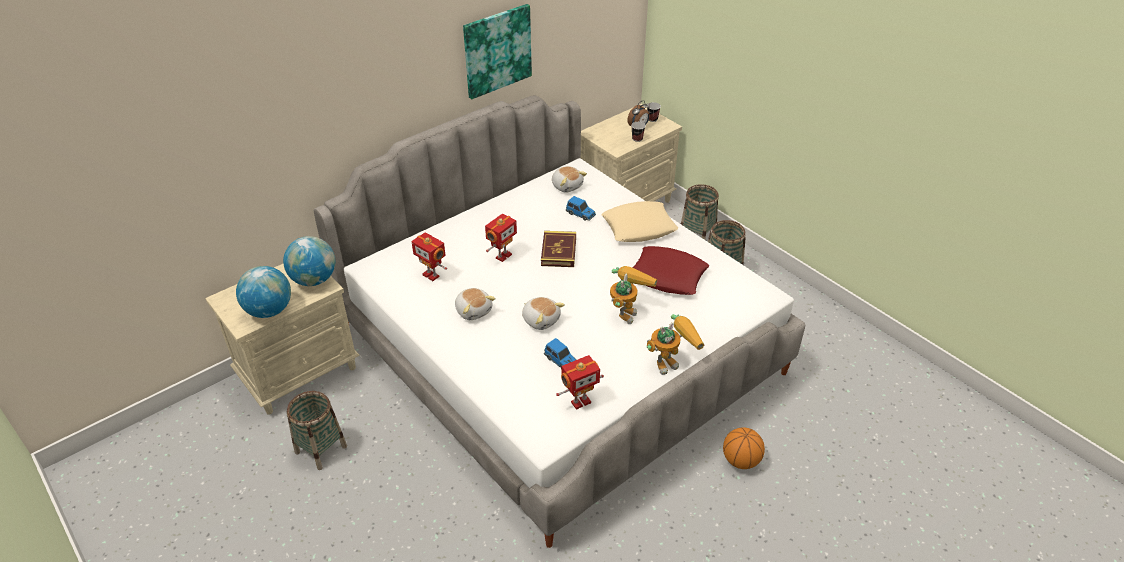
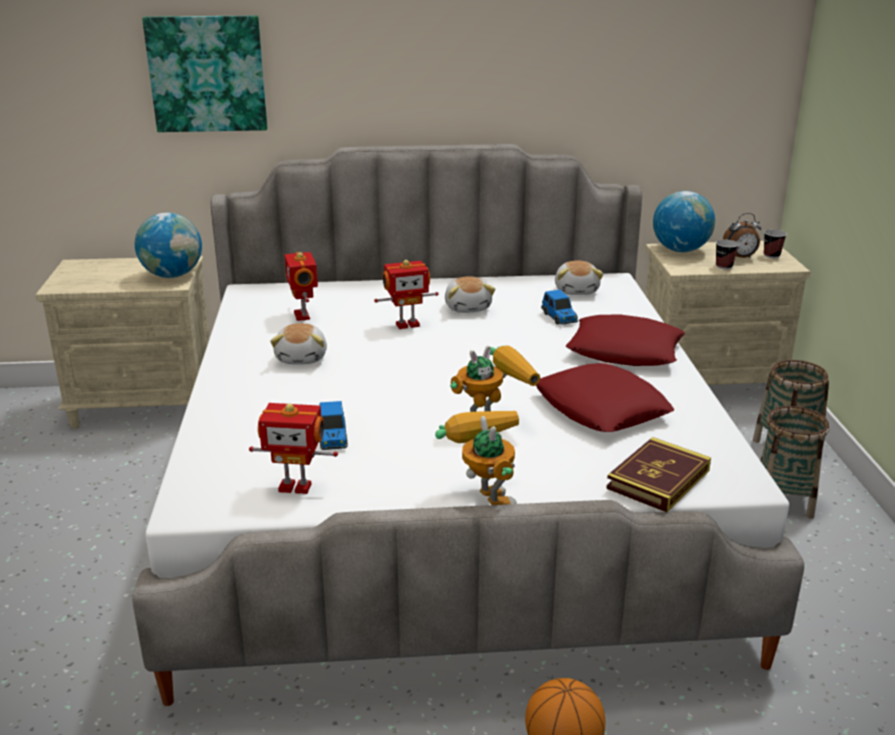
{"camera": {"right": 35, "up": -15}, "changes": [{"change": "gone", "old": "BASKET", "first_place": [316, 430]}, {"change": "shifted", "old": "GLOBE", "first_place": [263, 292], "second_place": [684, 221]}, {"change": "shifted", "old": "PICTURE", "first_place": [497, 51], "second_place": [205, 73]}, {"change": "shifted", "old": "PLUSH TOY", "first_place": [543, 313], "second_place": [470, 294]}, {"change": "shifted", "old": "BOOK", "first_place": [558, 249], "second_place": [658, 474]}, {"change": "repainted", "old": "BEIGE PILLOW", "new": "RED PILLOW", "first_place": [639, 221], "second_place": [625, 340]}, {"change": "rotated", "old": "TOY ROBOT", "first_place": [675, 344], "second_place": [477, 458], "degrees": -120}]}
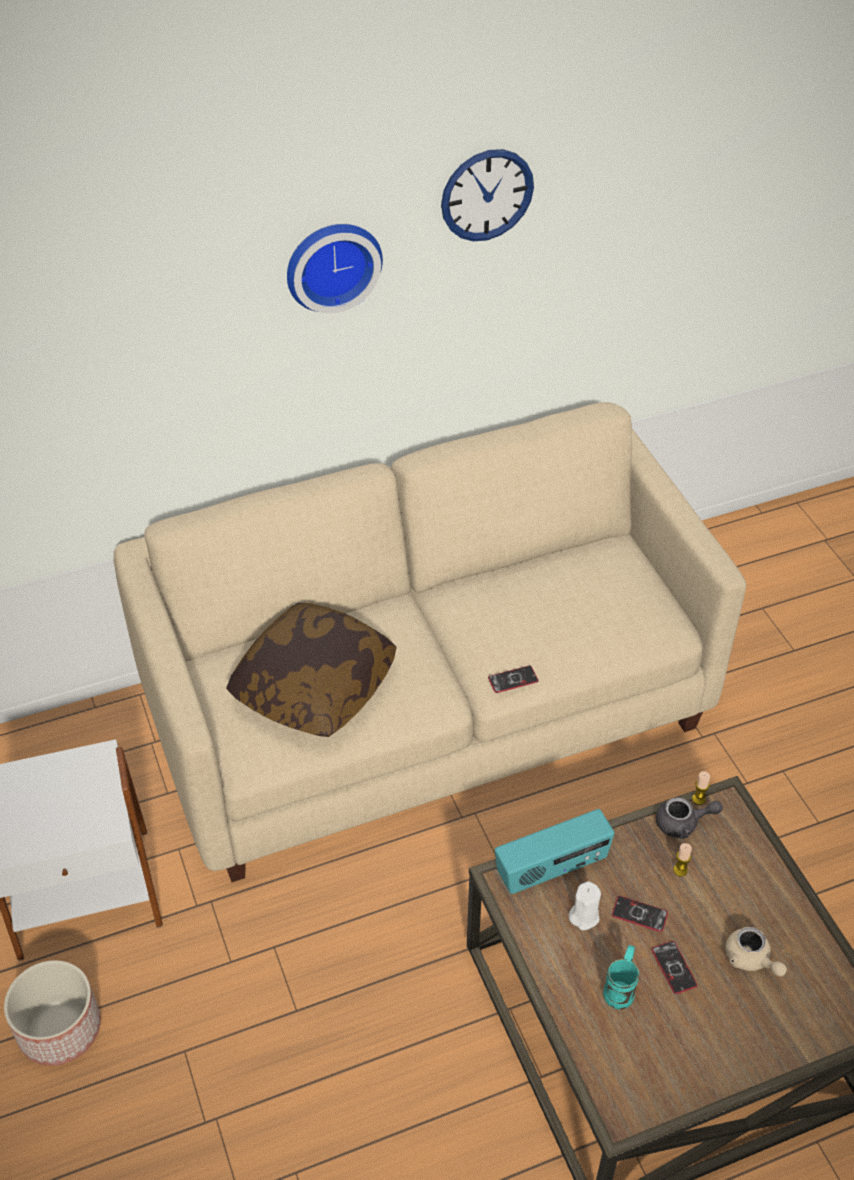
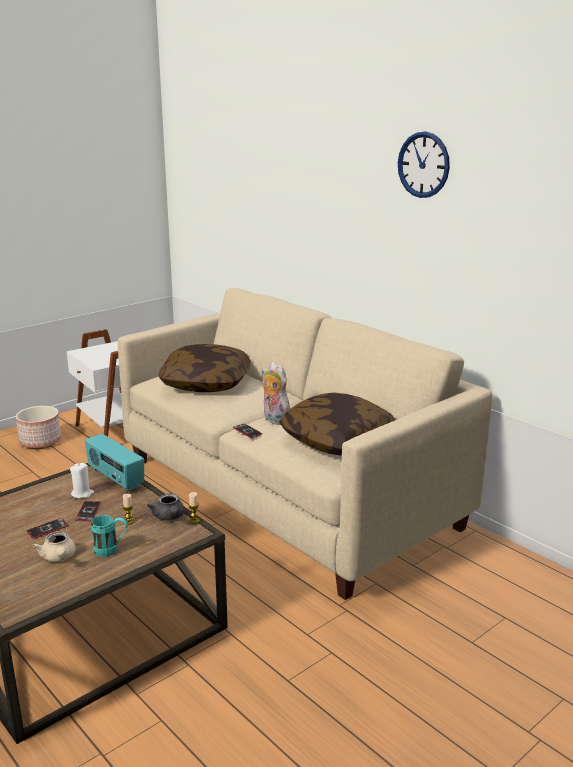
{"camera": {"right": 70, "up": -25}, "changes": [{"change": "gone", "old": "WALL CLOCK", "first_place": [335, 268]}, {"change": "new", "new": "PLUSH TOY", "second_place": [276, 393]}, {"change": "new", "new": "PILLOW", "second_place": [337, 424]}, {"change": "shifted", "old": "TURQUOISE MUG", "first_place": [621, 977], "second_place": [109, 536]}, {"change": "rotated", "old": "BEIGE TEAPOT", "first_place": [756, 951], "second_place": [54, 546], "degrees": -60}]}
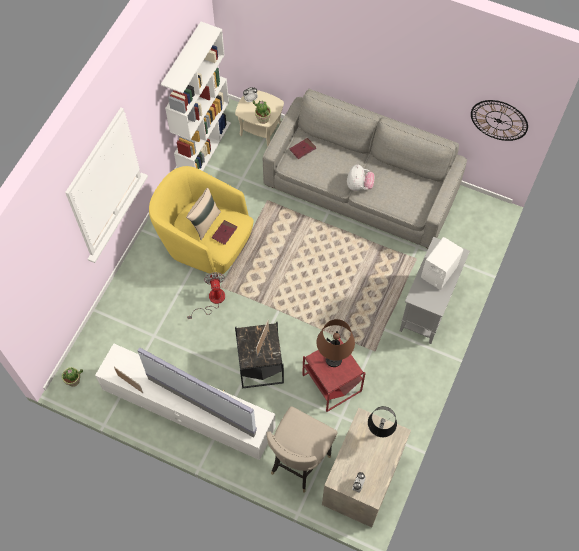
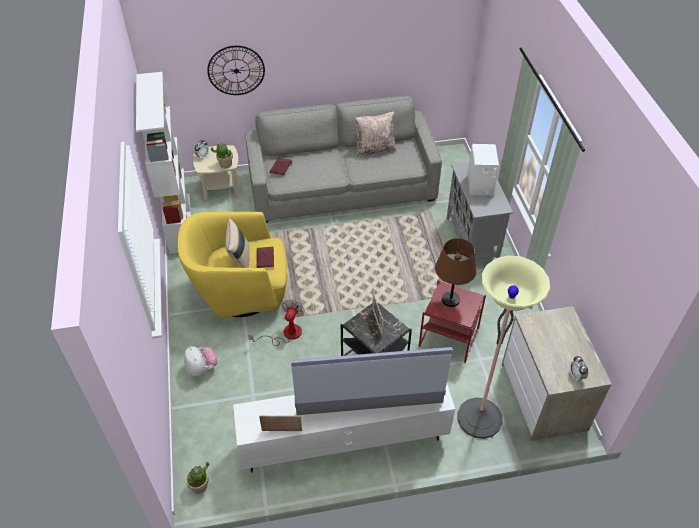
{"camera": {"right": -35, "up": -15}, "changes": [{"change": "gone", "old": "TABLE LAMP", "first_place": [382, 421]}, {"change": "new", "new": "BEIGE PILLOW", "second_place": [375, 134]}, {"change": "shifted", "old": "PLUSH TOY", "first_place": [360, 177], "second_place": [201, 361]}, {"change": "shifted", "old": "WALL CLOCK", "first_place": [499, 120], "second_place": [236, 70]}, {"change": "swapped", "old": "BEIGE STOOL", "new": "FLOOR LAMP", "first_place": [302, 449], "second_place": [504, 347]}, {"change": "rotated", "old": "FAN", "first_place": [206, 295], "second_place": [276, 323], "degrees": 60}]}
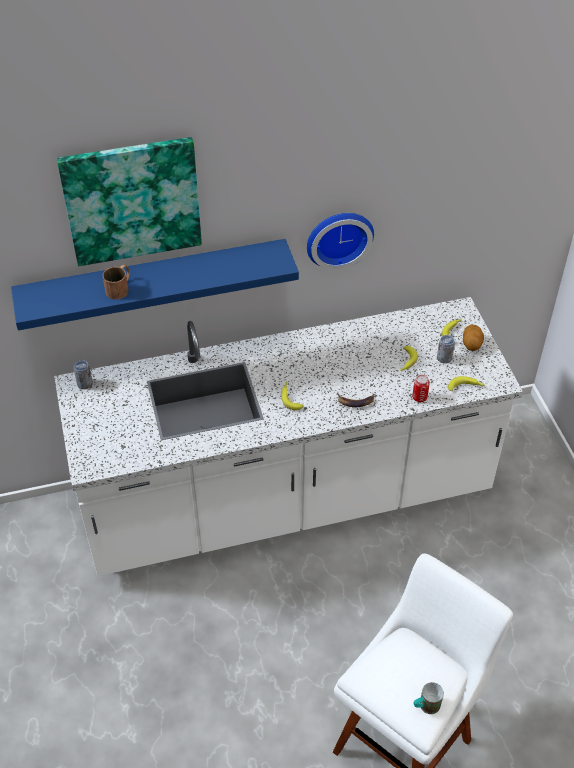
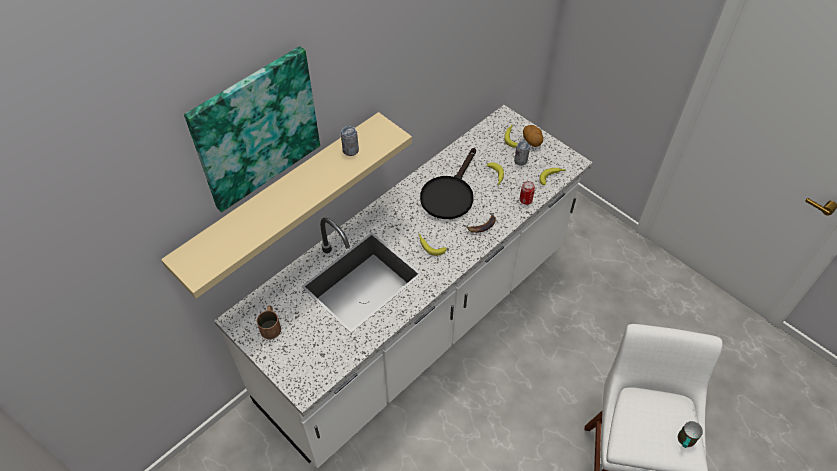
{"camera": {"right": -30, "up": 5}, "changes": [{"change": "gone", "old": "WALL CLOCK", "first_place": [340, 241]}, {"change": "new", "new": "BLACK FRYING PAN", "second_place": [448, 183]}, {"change": "shifted", "old": "CAN", "first_place": [83, 374], "second_place": [350, 141]}, {"change": "shifted", "old": "BROWN MUG", "first_place": [116, 282], "second_place": [269, 322]}, {"change": "repainted", "old": "BLUE SHELF", "new": "BEIGE SHELF", "first_place": [155, 284], "second_place": [286, 205]}]}
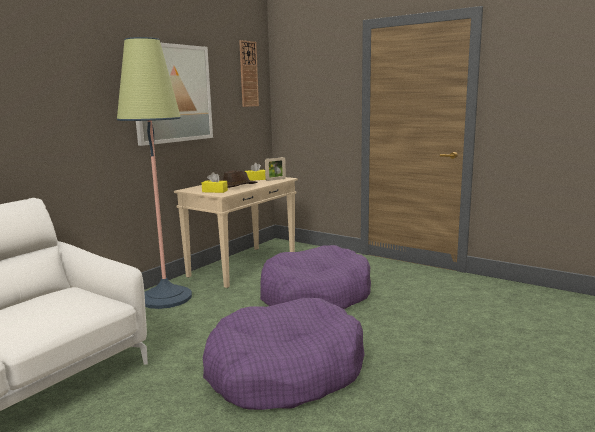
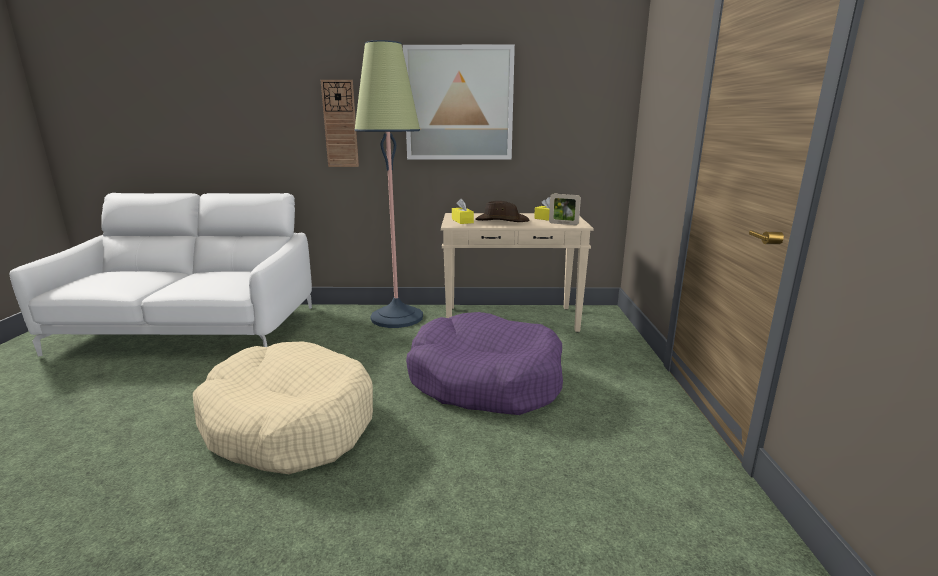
{"camera": {"right": 55, "up": 5}, "changes": [{"change": "shifted", "old": "WALL CLOCK", "first_place": [249, 73], "second_place": [340, 123]}, {"change": "repainted", "old": "PURPLE DOG BED", "new": "BEIGE DOG BED", "first_place": [284, 354], "second_place": [283, 407]}]}
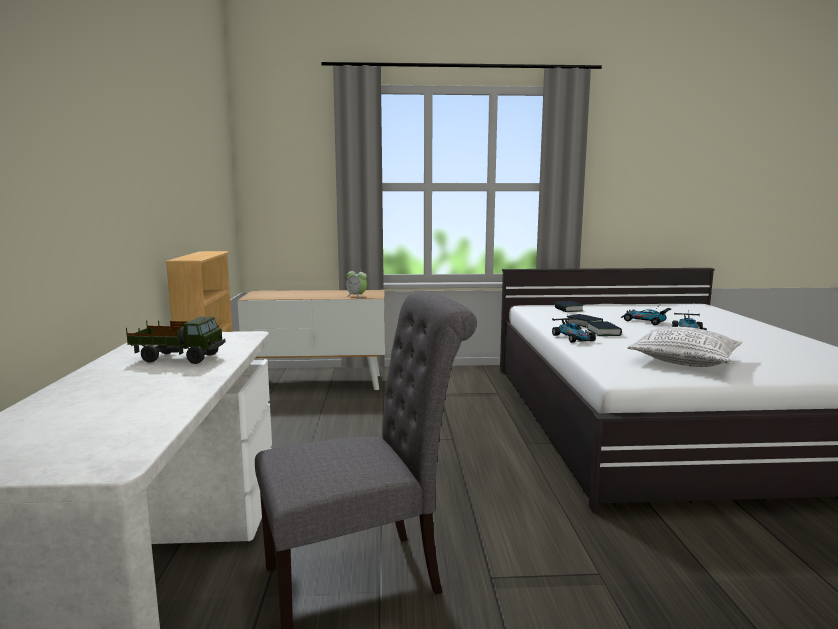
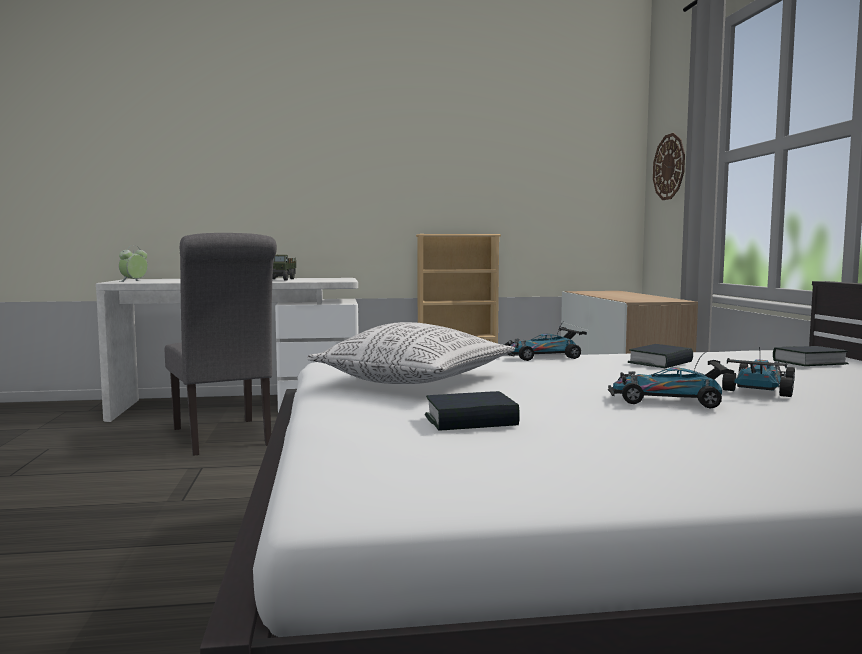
{"camera": {"right": 85, "up": -5}, "changes": [{"change": "new", "new": "WALL CLOCK", "second_place": [669, 166]}, {"change": "shifted", "old": "ALARM CLOCK", "first_place": [356, 283], "second_place": [133, 263]}, {"change": "shifted", "old": "BOOK", "first_place": [604, 329], "second_place": [472, 411]}]}
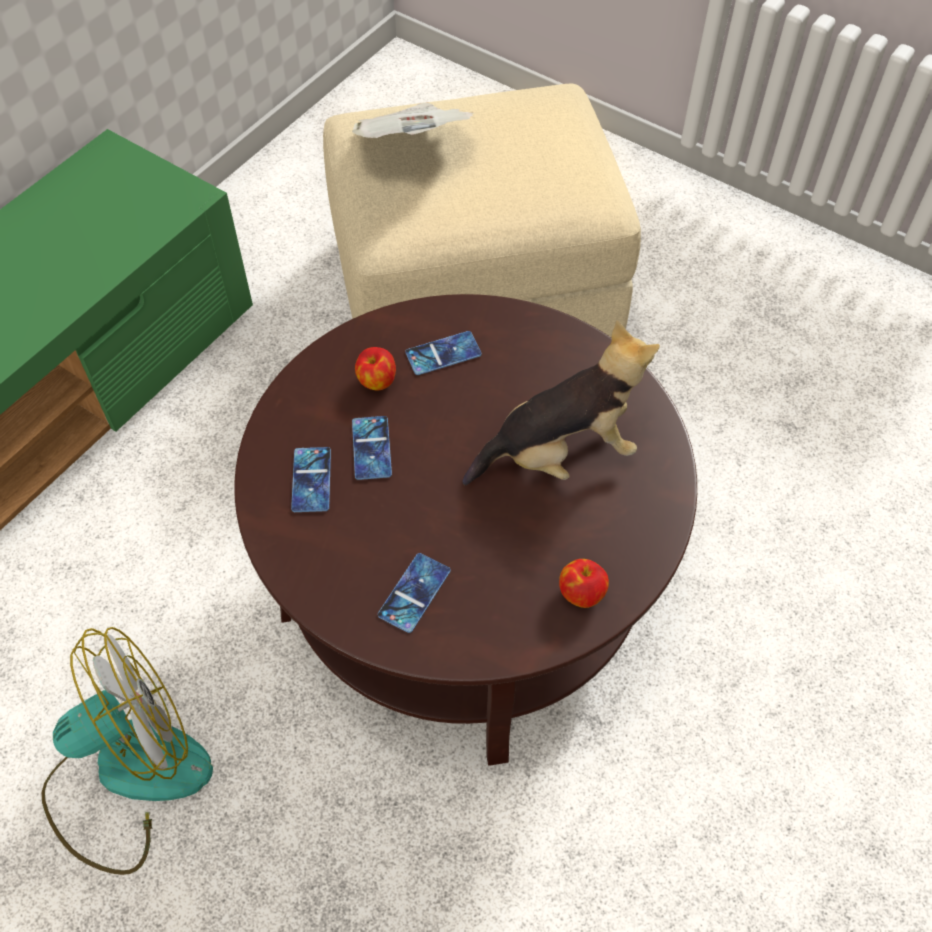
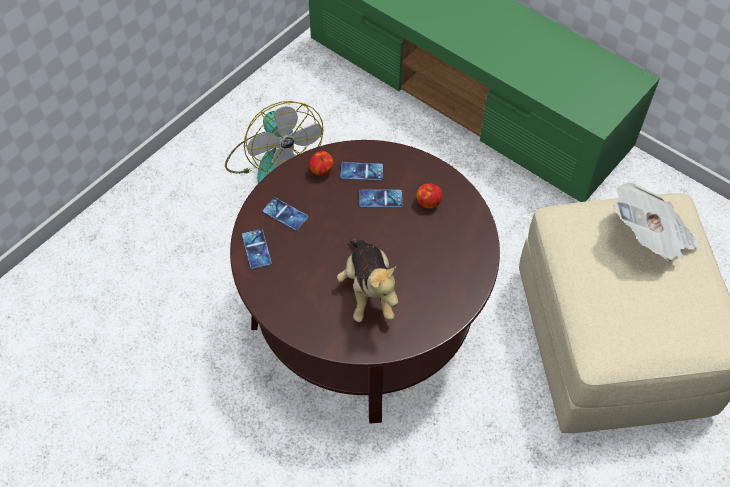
{"camera": {"right": 95, "up": 0}, "changes": [{"change": "shifted", "old": "PHONE", "first_place": [443, 353], "second_place": [257, 249]}, {"change": "shifted", "old": "APPLE", "first_place": [584, 583], "second_place": [321, 163]}]}
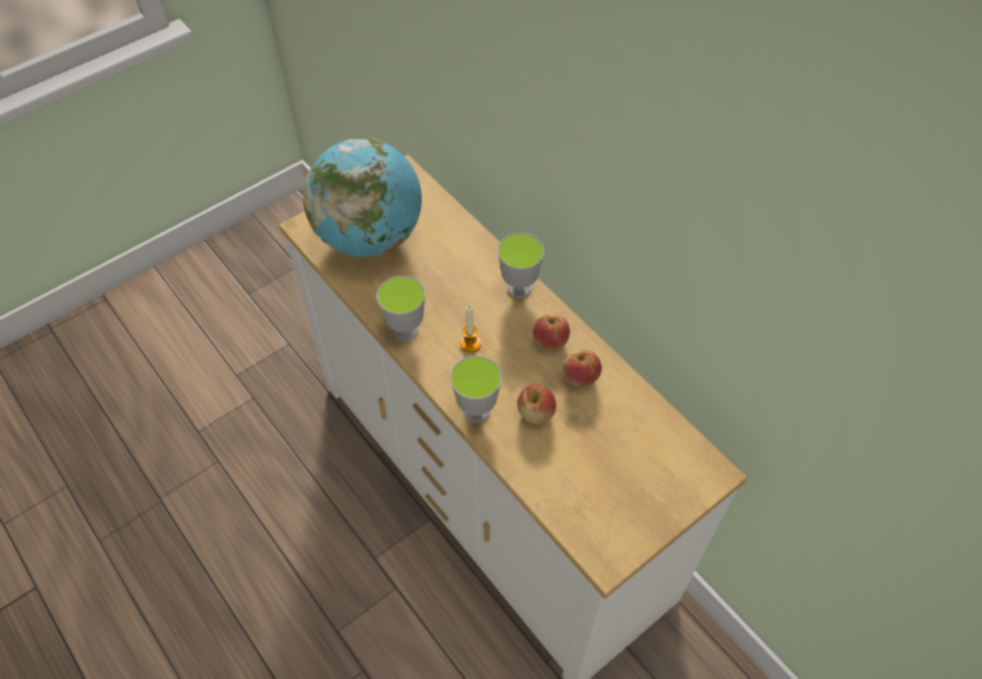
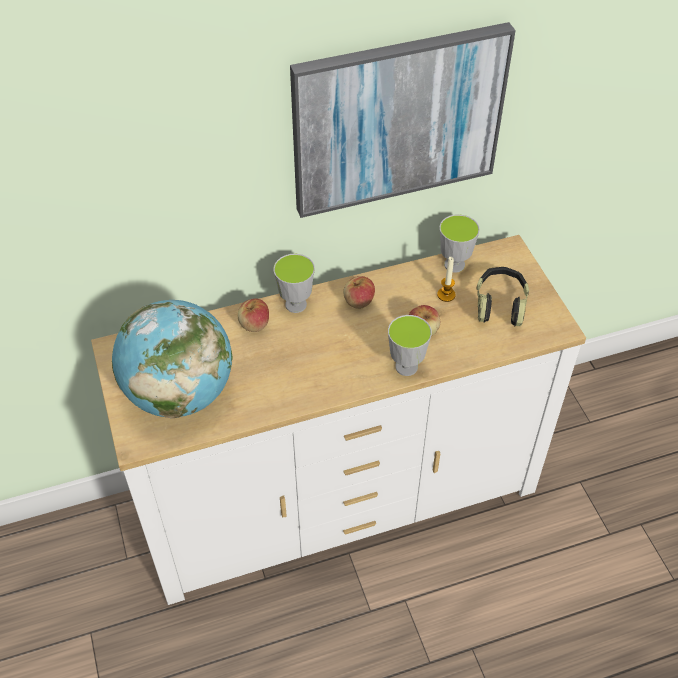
{"camera": {"right": -70, "up": -5}, "changes": [{"change": "new", "new": "PICTURE", "second_place": [403, 120]}, {"change": "new", "new": "HEADPHONES", "second_place": [503, 296]}, {"change": "shifted", "old": "CUP", "first_place": [401, 308], "second_place": [459, 243]}, {"change": "shifted", "old": "CANDLE", "first_place": [470, 328], "second_place": [446, 279]}, {"change": "shifted", "old": "APPLE", "first_place": [582, 368], "second_place": [253, 315]}]}
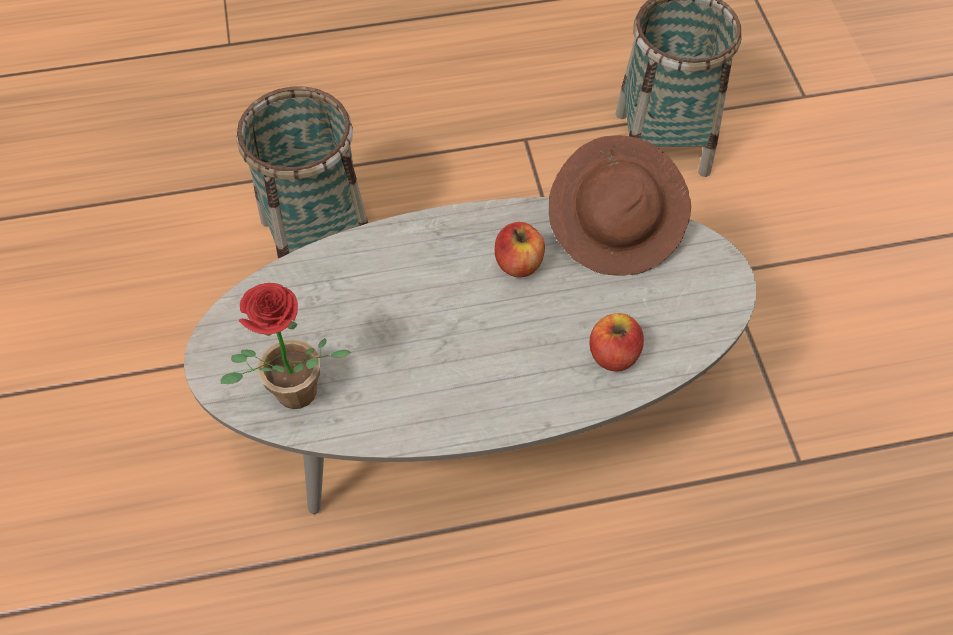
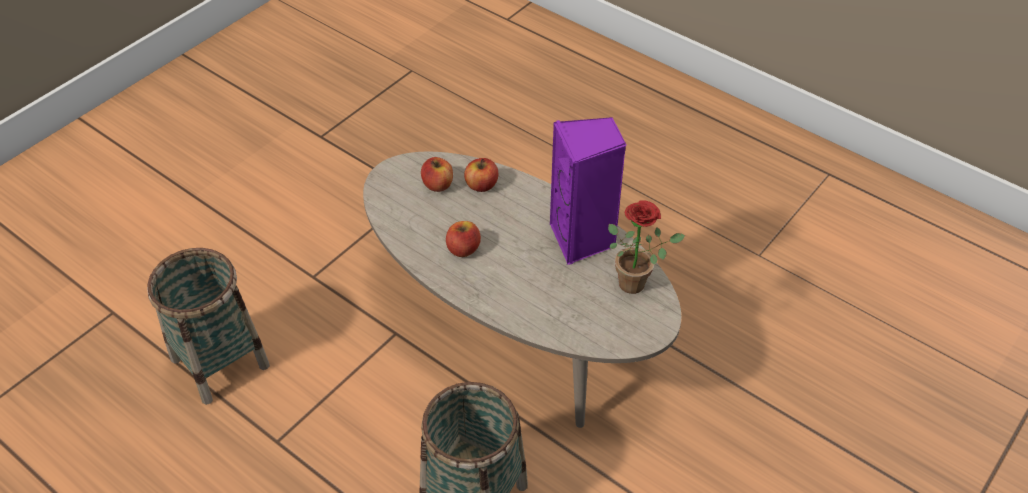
{"camera": {"right": -130, "up": -10}, "changes": [{"change": "gone", "old": "BROWN HAT", "first_place": [620, 205]}, {"change": "new", "new": "APPLE", "second_place": [437, 174]}, {"change": "new", "new": "PURPLE SPEAKER", "second_place": [588, 190]}]}
